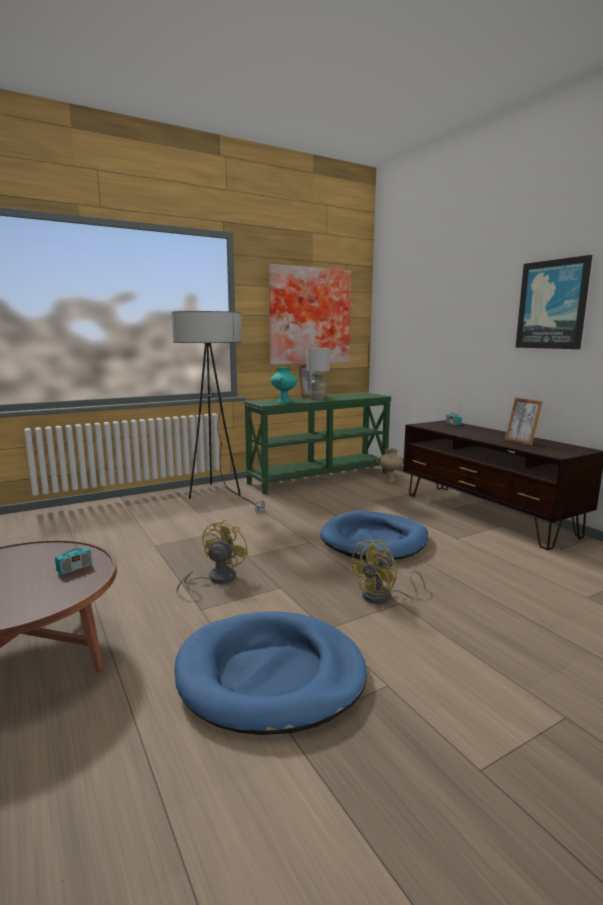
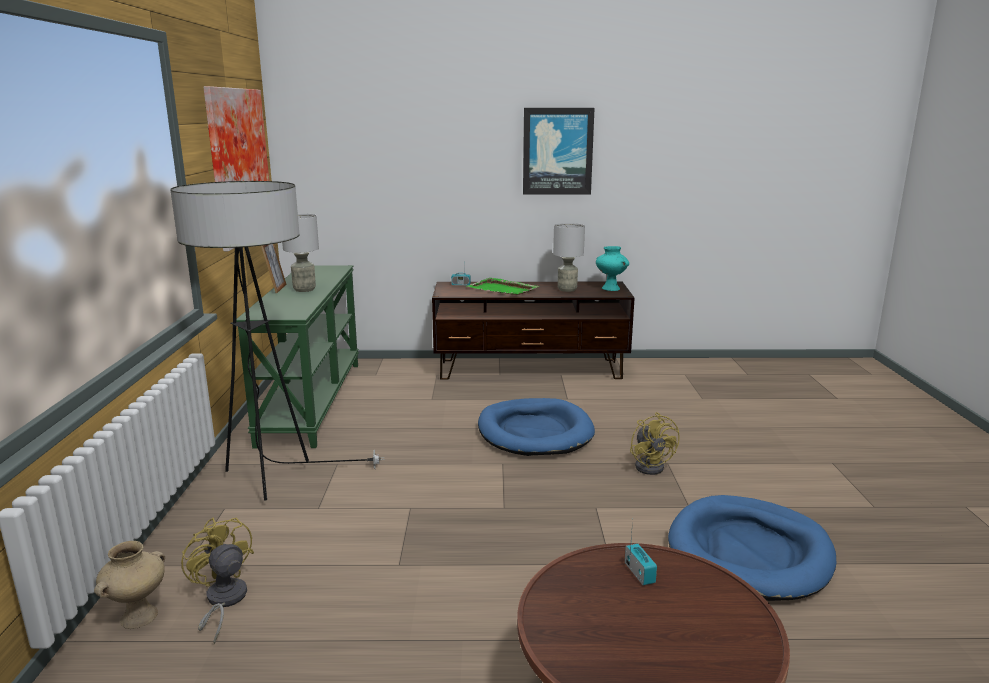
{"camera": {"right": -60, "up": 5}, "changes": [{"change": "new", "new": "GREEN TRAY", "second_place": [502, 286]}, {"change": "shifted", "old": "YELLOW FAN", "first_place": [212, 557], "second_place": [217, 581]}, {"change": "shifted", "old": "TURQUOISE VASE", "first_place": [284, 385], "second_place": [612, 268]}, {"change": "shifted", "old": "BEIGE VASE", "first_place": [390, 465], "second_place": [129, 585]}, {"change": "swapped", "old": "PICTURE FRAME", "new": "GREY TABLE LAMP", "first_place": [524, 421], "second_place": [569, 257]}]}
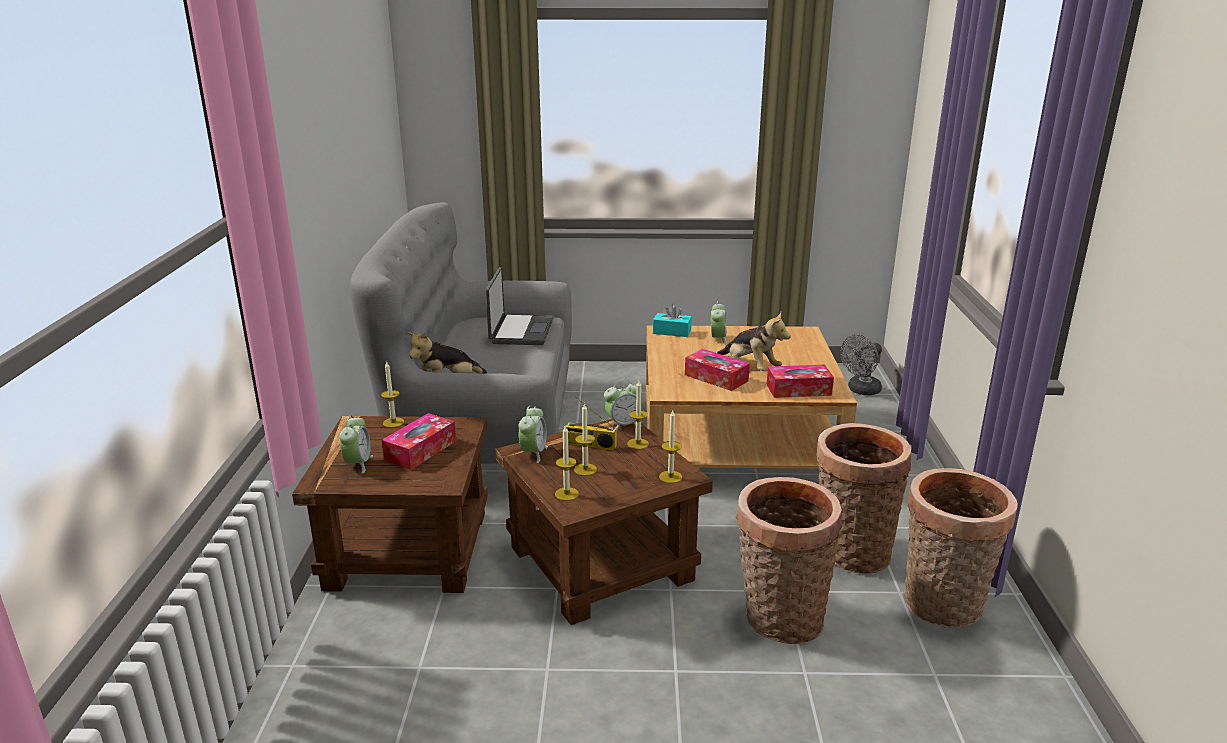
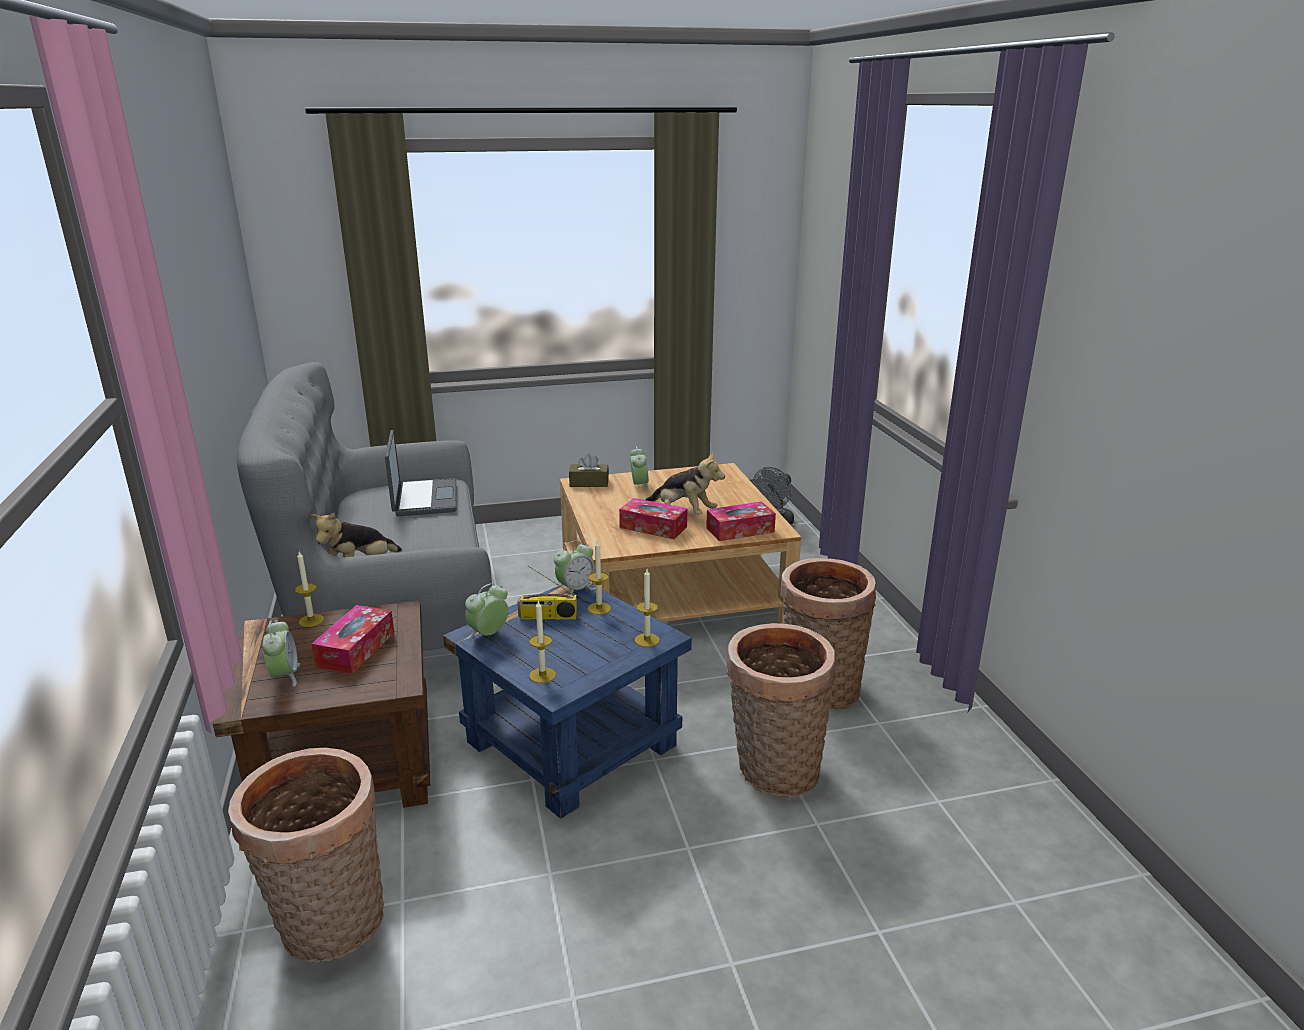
{"camera": {"right": -15, "up": 0}, "changes": [{"change": "gone", "old": "CANDLE", "first_place": [585, 439]}, {"change": "shifted", "old": "BASKET", "first_place": [961, 548], "second_place": [306, 855]}, {"change": "repainted", "old": "BROWN SIDE TABLE", "new": "BLUE SIDE TABLE", "first_place": [604, 522], "second_place": [567, 701]}, {"change": "repainted", "old": "TURQUOISE TISSUE BOX", "new": "BROWN TISSUE BOX", "first_place": [672, 320], "second_place": [589, 470]}, {"change": "rotated", "old": "ALARM CLOCK", "first_place": [533, 434], "second_place": [487, 611], "degrees": -135}]}
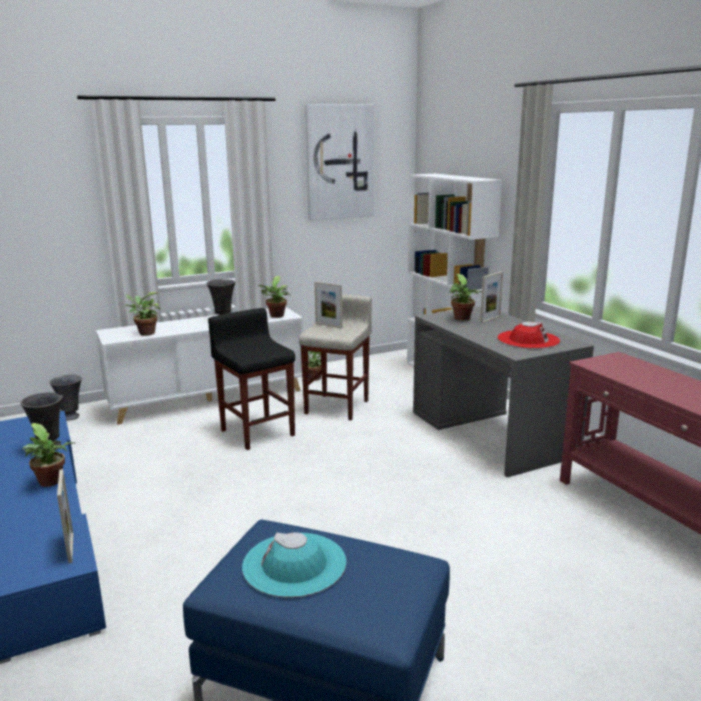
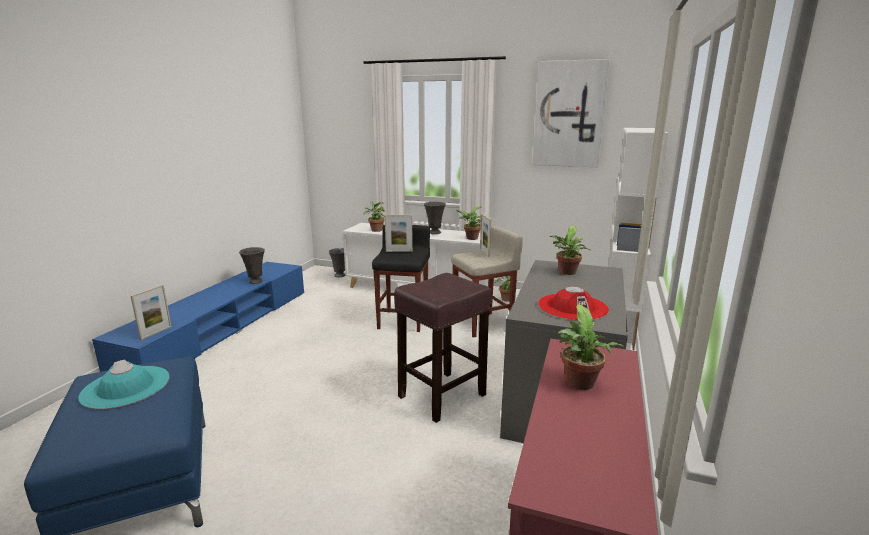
{"camera": {"right": 45, "up": 0}, "changes": [{"change": "new", "new": "BROWN STOOL", "second_place": [443, 348]}, {"change": "shifted", "old": "POTTED PLANT", "first_place": [48, 455], "second_place": [591, 347]}, {"change": "shifted", "old": "PICTURE FRAME", "first_place": [491, 297], "second_place": [399, 233]}]}
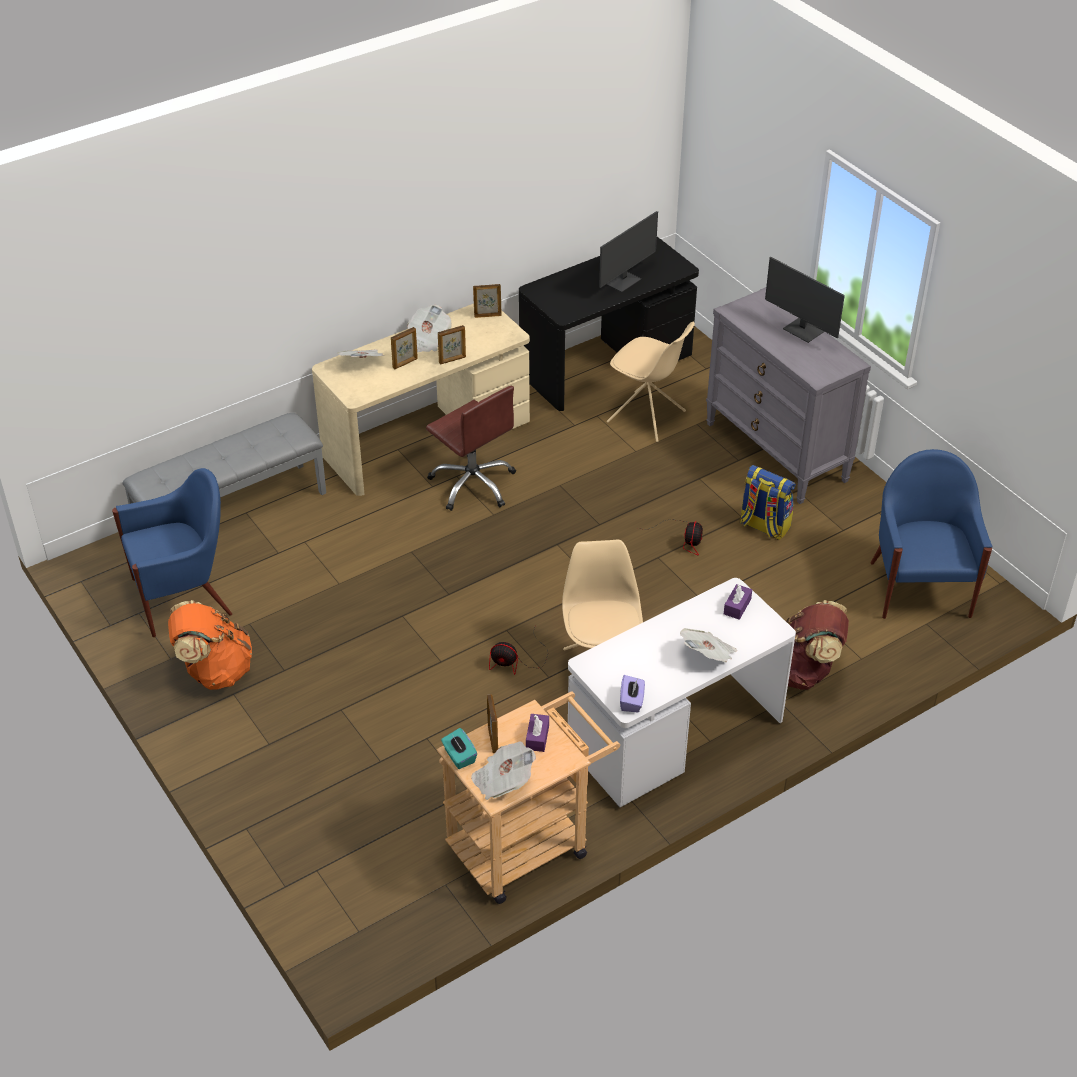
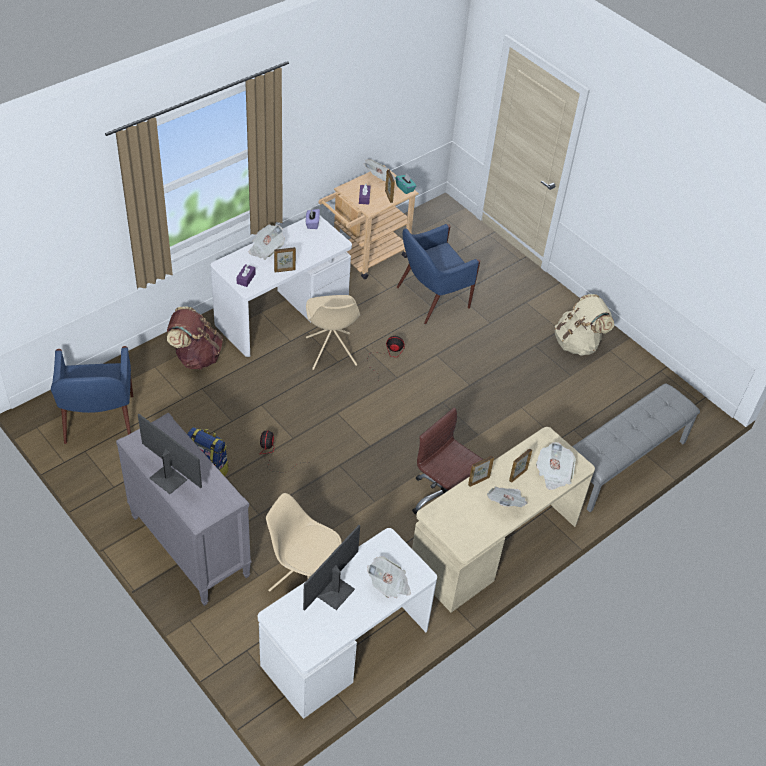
{"camera": {"right": 170, "up": 5}, "changes": [{"change": "new", "new": "NEWSPAPER", "second_place": [389, 577]}, {"change": "shifted", "old": "BLUE ARMCHAIR", "first_place": [172, 552], "second_place": [438, 274]}, {"change": "shifted", "old": "PICTURE FRAME", "first_place": [487, 301], "second_place": [285, 259]}, {"change": "repainted", "old": "ORANGE BACKPACK", "new": "BEIGE BACKPACK", "first_place": [210, 645], "second_place": [584, 325]}, {"change": "repainted", "old": "BLACK DESK", "new": "WHITE DESK", "first_place": [609, 324], "second_place": [347, 623]}]}
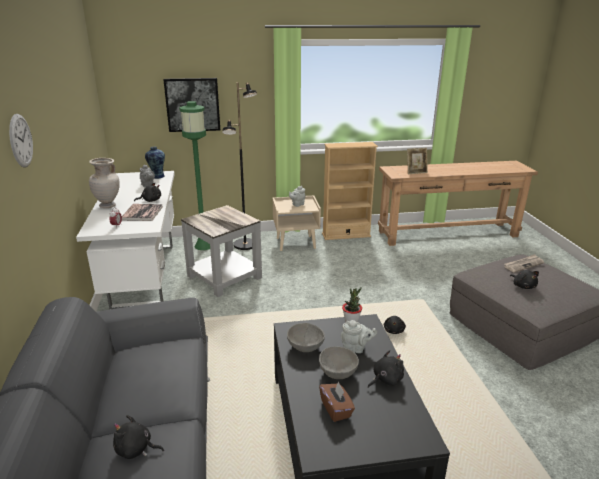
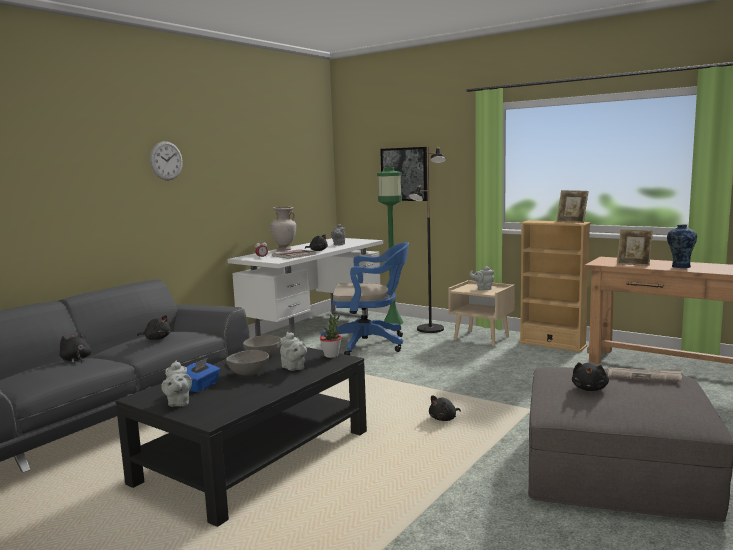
{"camera": {"right": 45, "up": -15}, "changes": [{"change": "new", "new": "GREY TEAPOT", "second_place": [176, 383]}, {"change": "new", "new": "PICTURE FRAME", "second_place": [572, 206]}, {"change": "shifted", "old": "VASE", "first_place": [155, 163], "second_place": [682, 246]}, {"change": "shifted", "old": "BLACK PLUSH TOY", "first_place": [386, 369], "second_place": [154, 327]}, {"change": "swapped", "old": "GREY SIDE TABLE", "new": "BLUE OFFICE CHAIR", "first_place": [221, 251], "second_place": [365, 298]}, {"change": "repainted", "old": "BROWN TISSUE BOX", "new": "BLUE TISSUE BOX", "first_place": [337, 401], "second_place": [203, 374]}]}
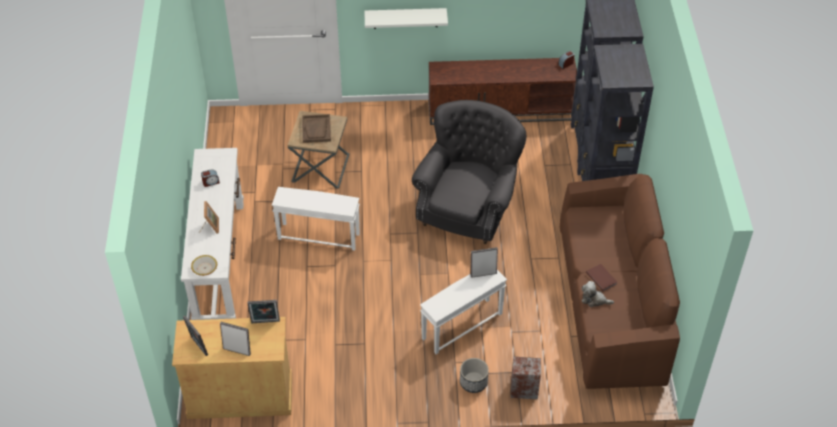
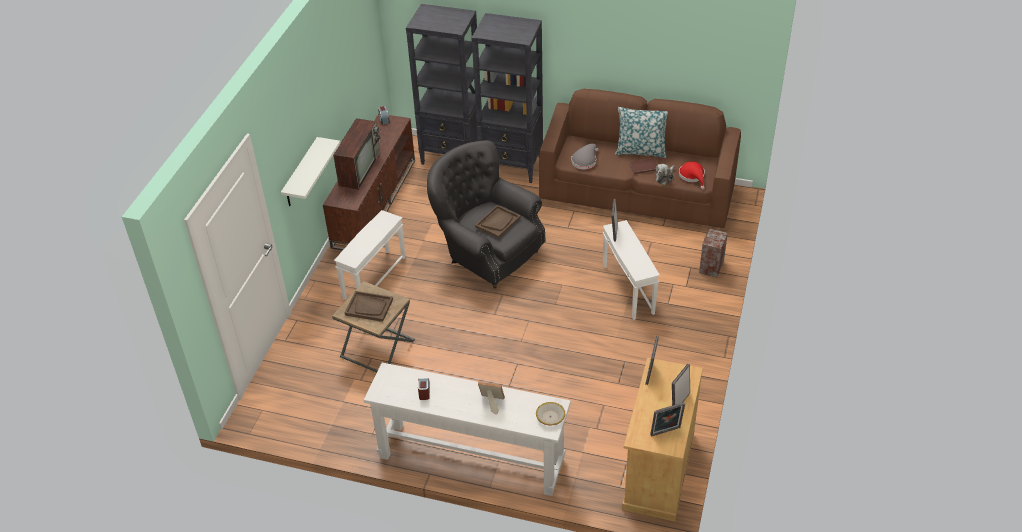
{"camera": {"right": -70, "up": -5}, "changes": [{"change": "gone", "old": "PLANTER", "first_place": [474, 375]}, {"change": "new", "new": "TELEVISION", "second_place": [356, 154]}, {"change": "new", "new": "BROWN TRAY", "second_place": [498, 222]}, {"change": "new", "new": "GREY HAT", "second_place": [585, 156]}, {"change": "new", "new": "PILLOW", "second_place": [641, 132]}, {"change": "new", "new": "RED HAT", "second_place": [692, 175]}, {"change": "shifted", "old": "WHITE SIDE TABLE", "first_place": [316, 219], "second_place": [370, 255]}]}
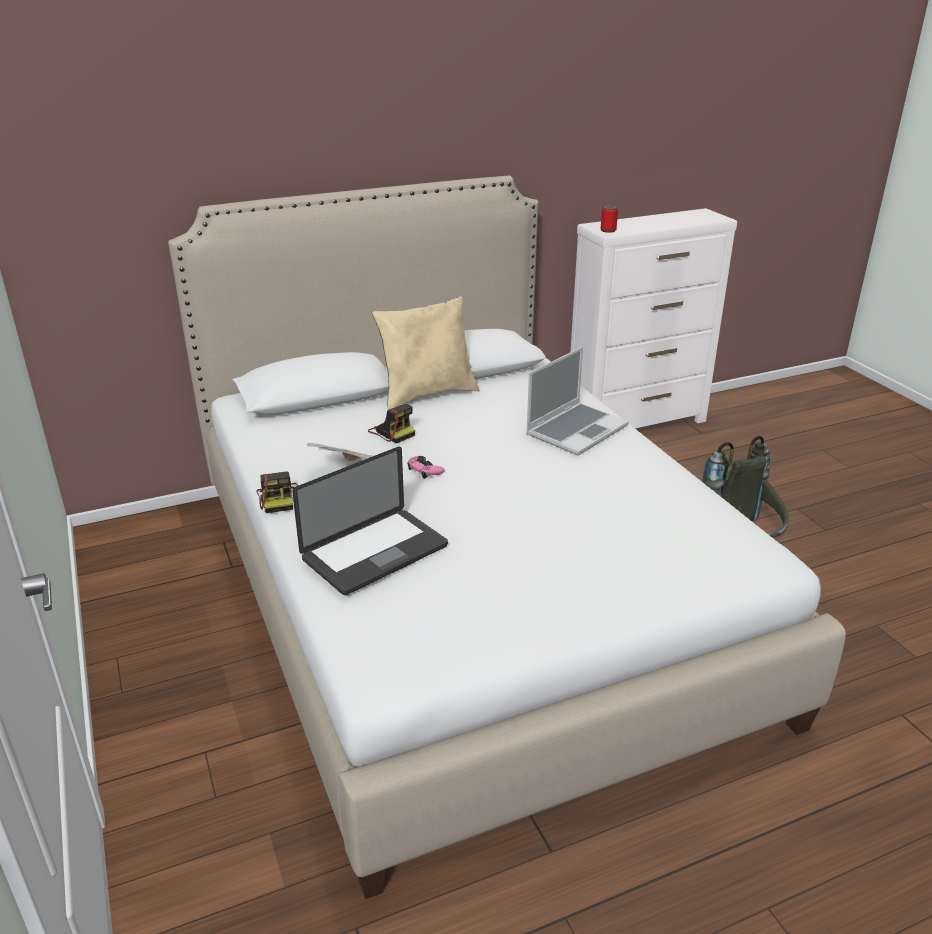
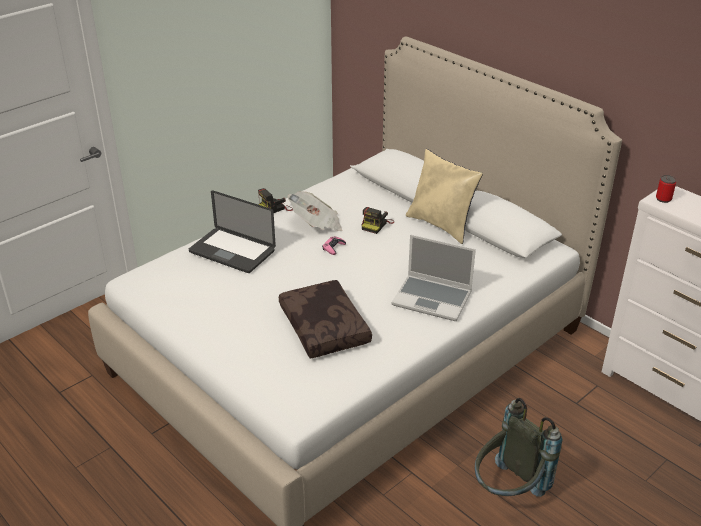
{"camera": {"right": 70, "up": 5}, "changes": [{"change": "new", "new": "BROWN PILLOW", "second_place": [325, 319]}]}
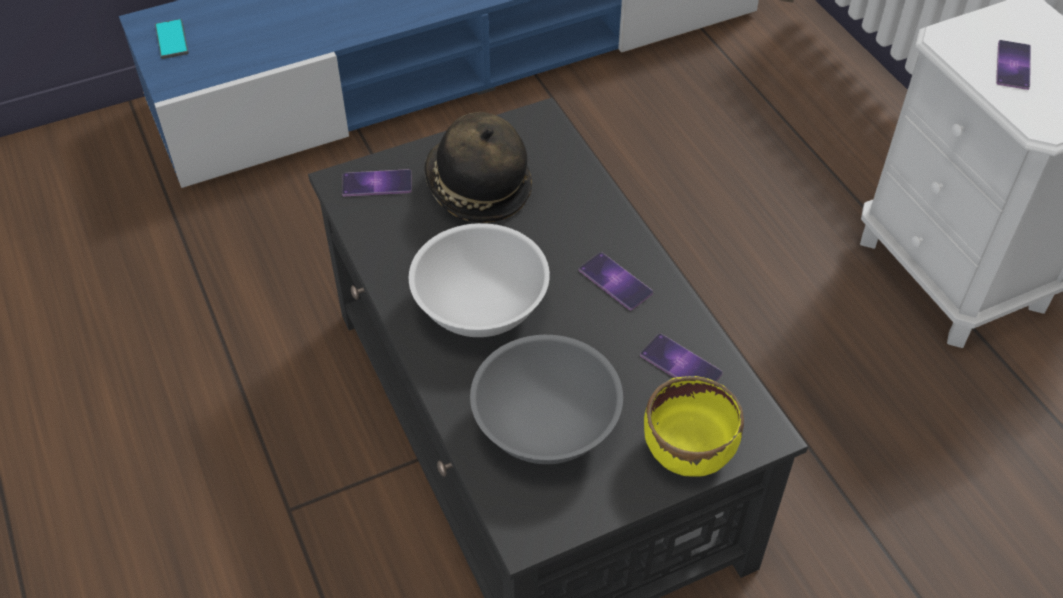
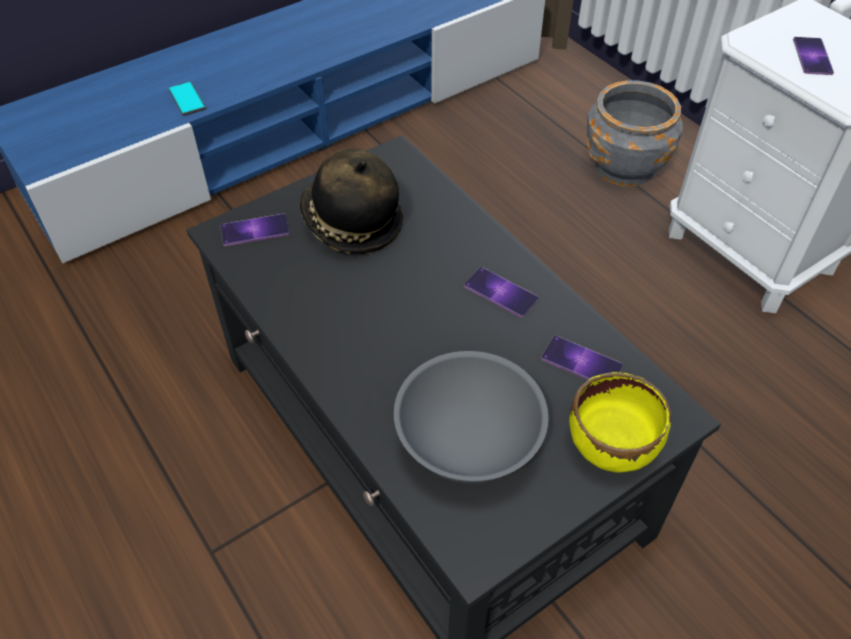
{"camera": {"right": -10, "up": 0}, "changes": [{"change": "gone", "old": "WHITE BOWL", "first_place": [479, 280]}, {"change": "new", "new": "GREY PLANTER", "second_place": [635, 133]}, {"change": "shifted", "old": "PHONE", "first_place": [172, 39], "second_place": [187, 98]}]}
